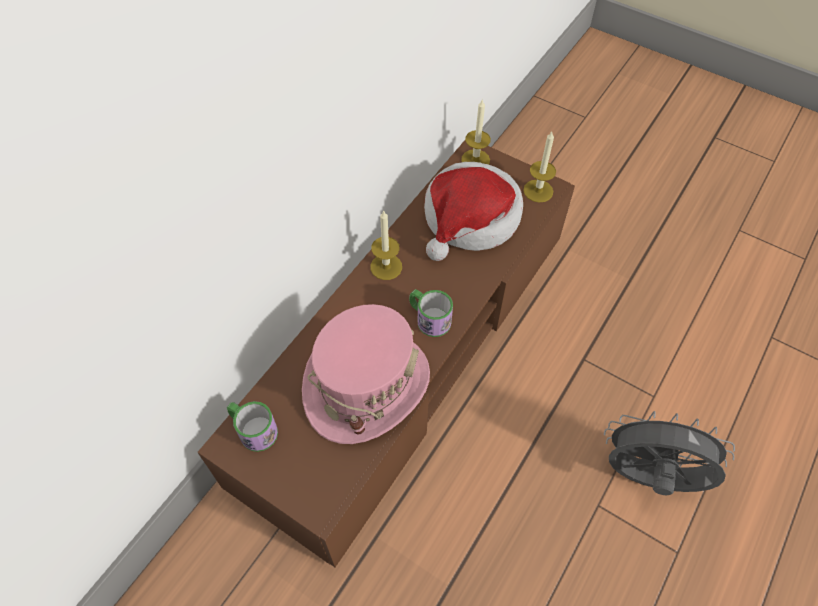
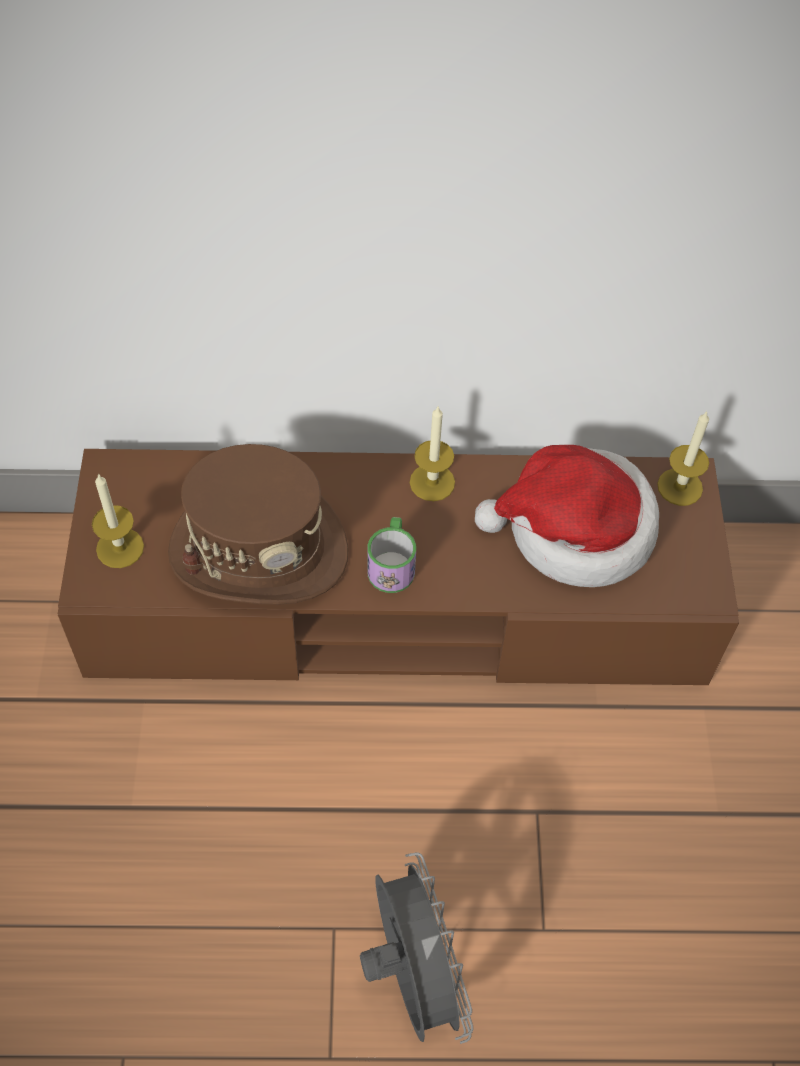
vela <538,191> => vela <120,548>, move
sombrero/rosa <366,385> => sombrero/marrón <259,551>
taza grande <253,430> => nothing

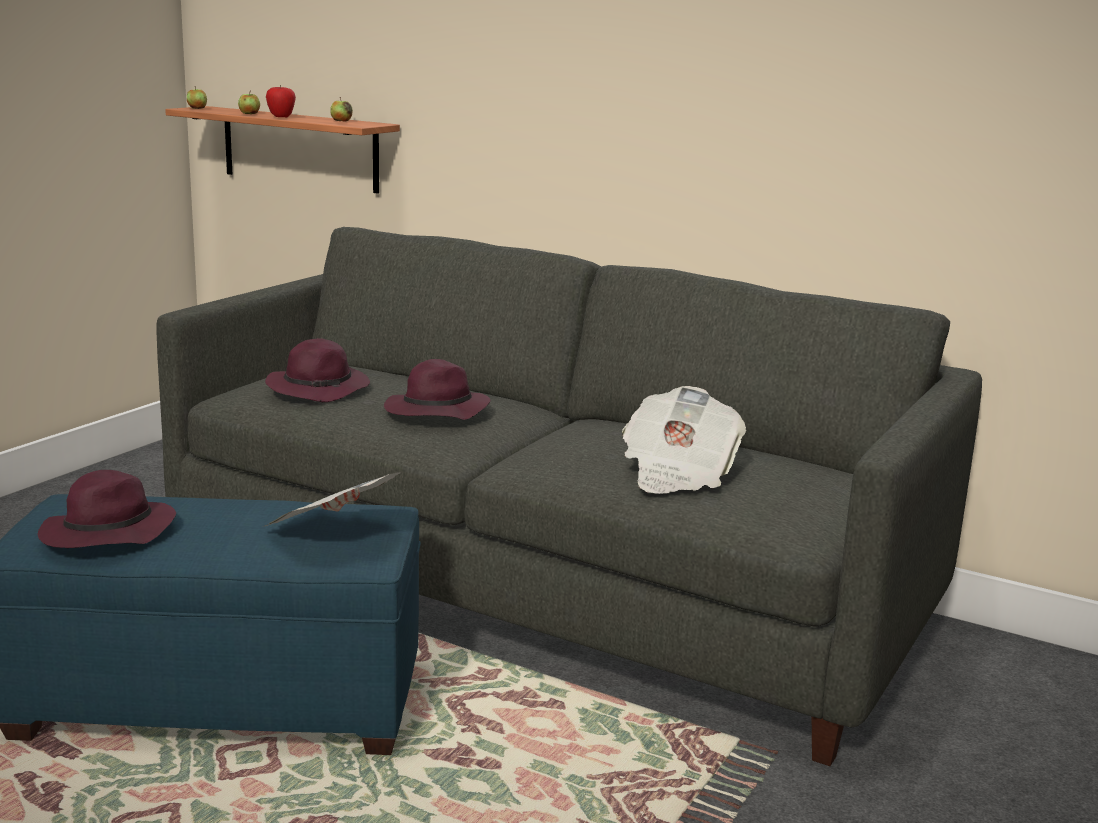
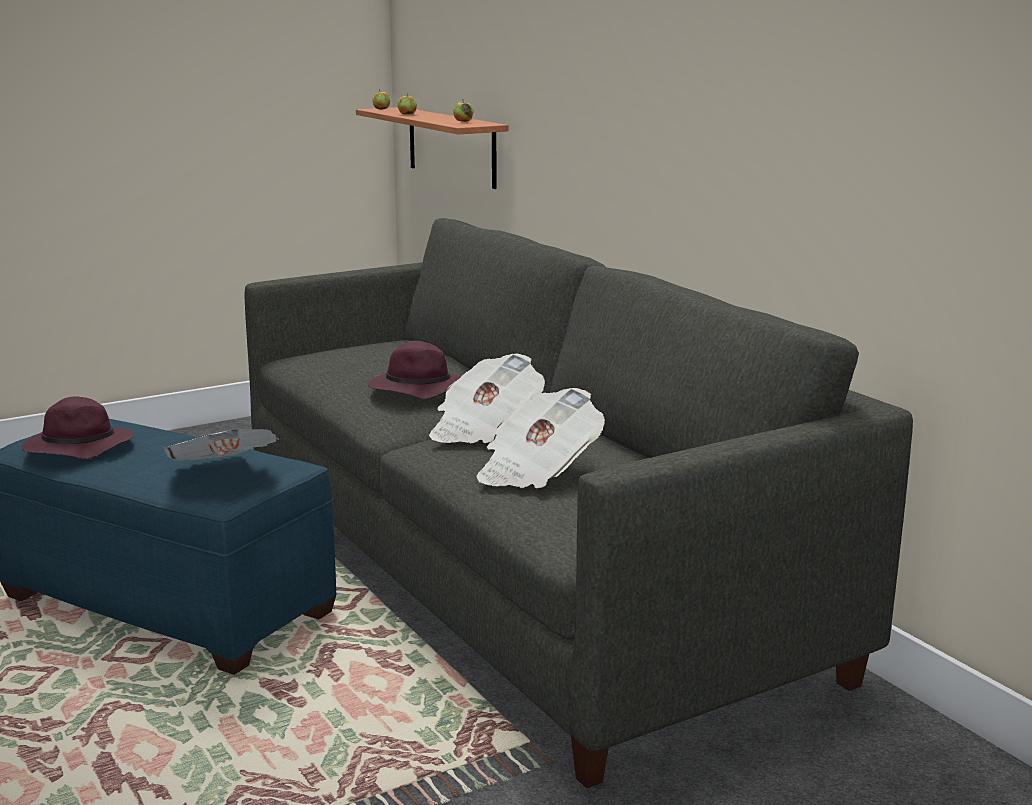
nothing => periódico <484,430>
sombrero/morado <320,388> => nothing
manzana <281,117> => nothing

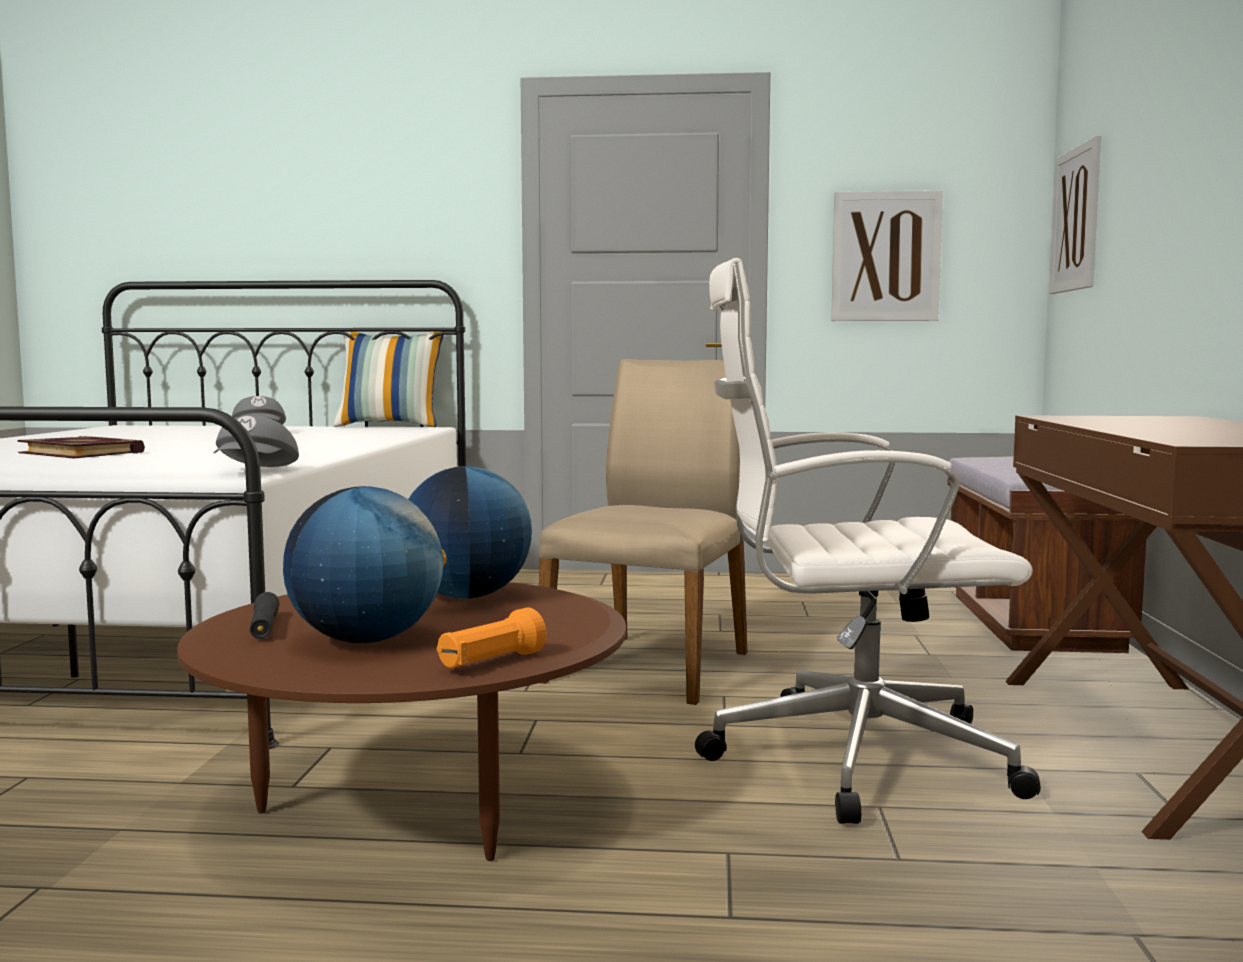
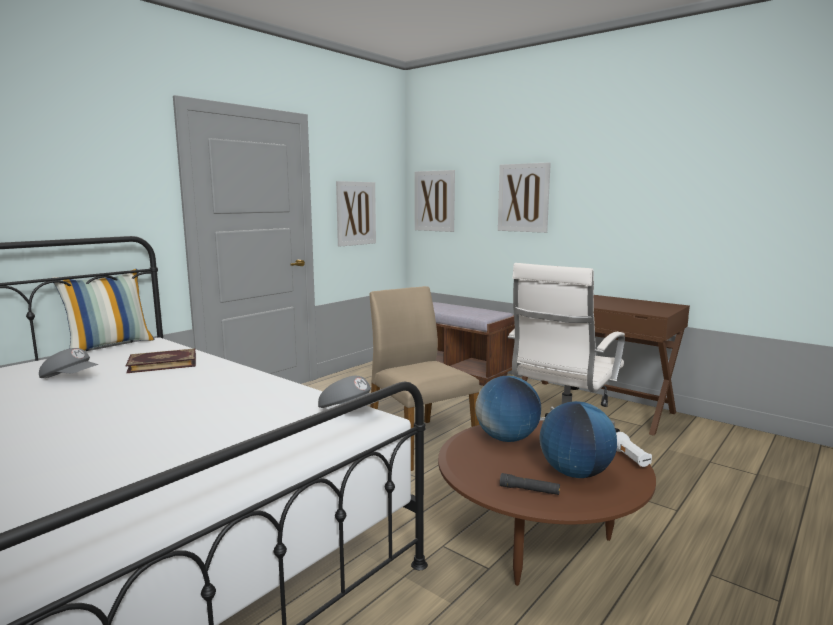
libro <83,452> => libro <163,363>, move
nothing => cuadro <523,198>
linterna/naranja <490,662> => linterna/blanco <630,459>

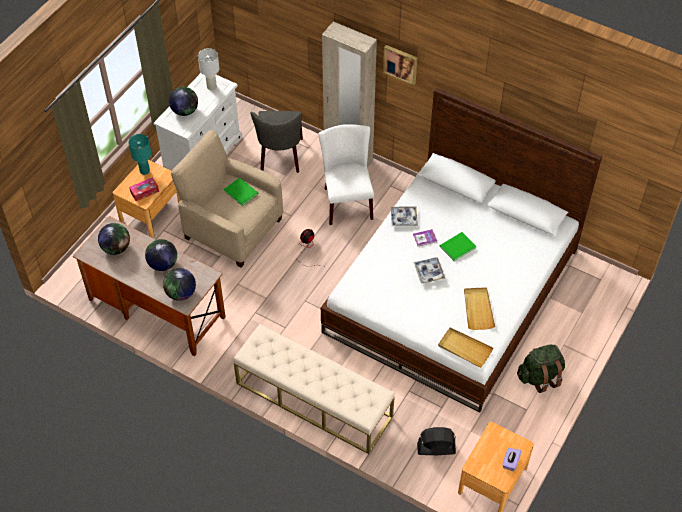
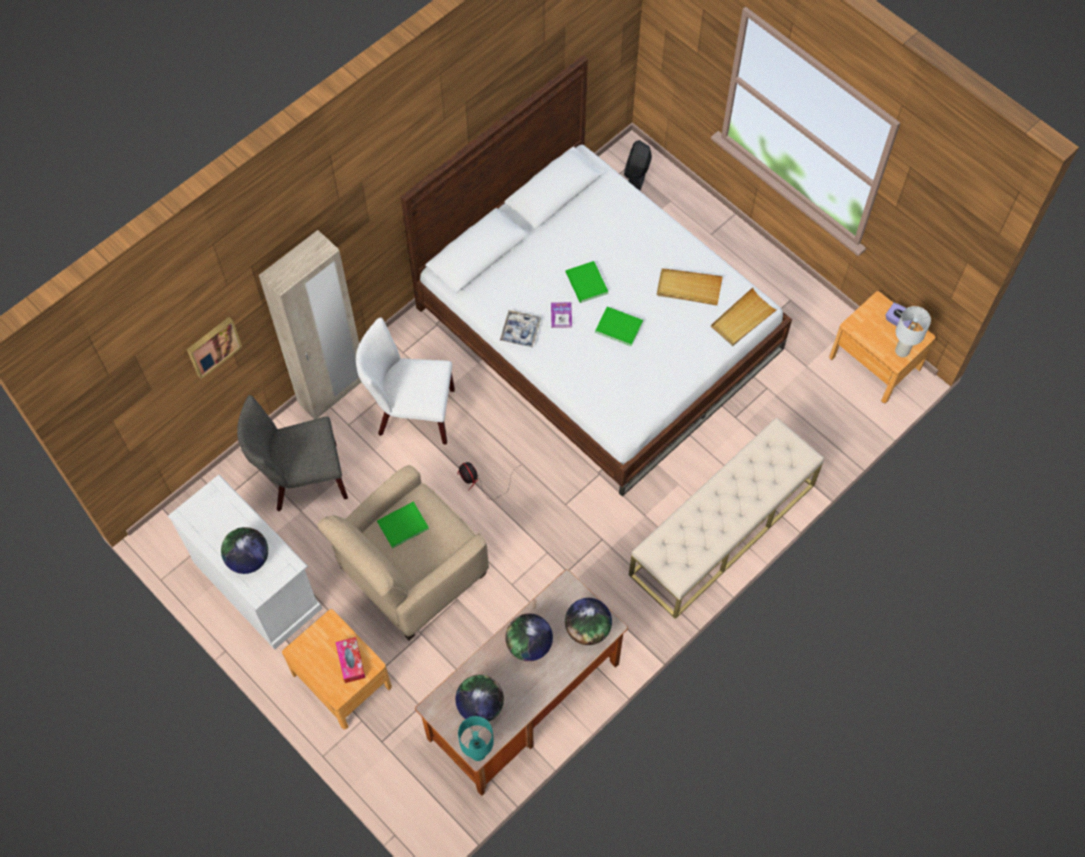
cuadro <401,64> => cuadro <213,346>, move
silla/gris <280,157> => silla/gris <301,479>, 150 degrees clockwise
lámpara de mesa/turquesa <144,170> => lámpara de mesa/turquesa <477,752>, move
bandeja <429,272> => libro/verde <618,325>
ventilador/negro <436,448> => ventilador/negro <636,175>, move
lámpara de mesa/blanco <211,86> => lámpara de mesa/blanco <901,351>, move
mochila/verde <539,376> => nothing

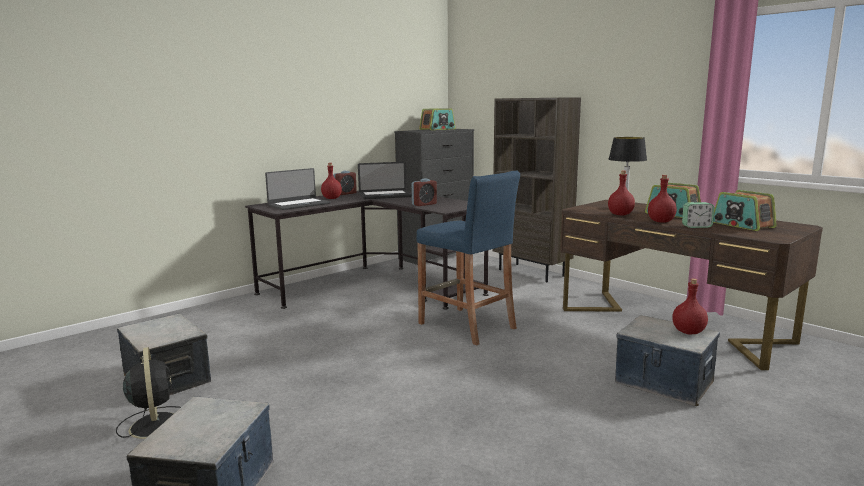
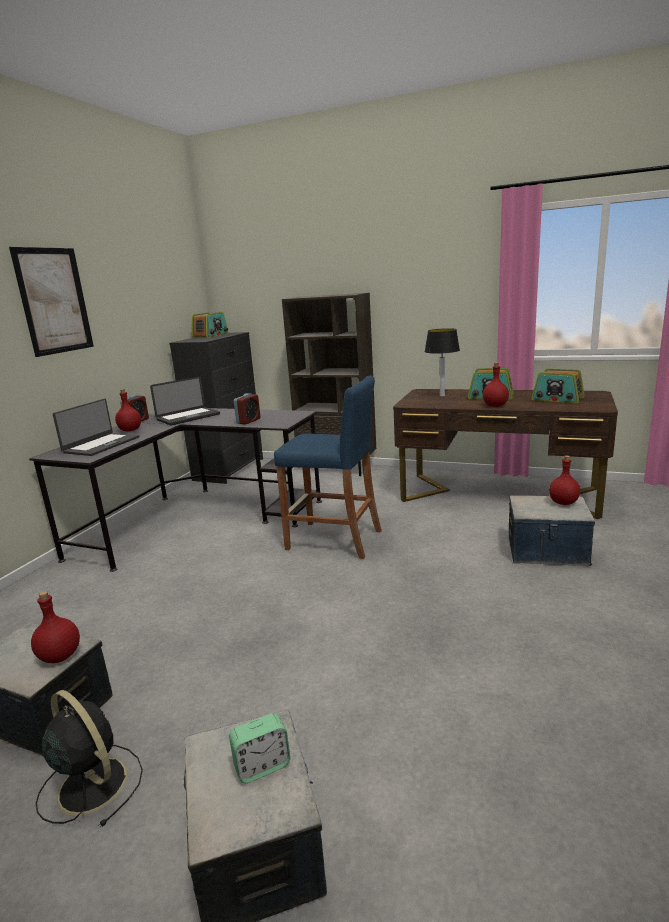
nothing => cuadro <54,301>
botella/rojo <620,214> => botella/rojo <60,656>, move
despertador <696,226> => despertador <262,766>, move

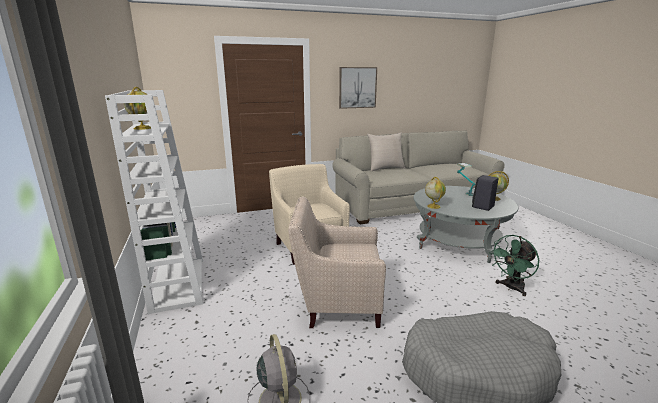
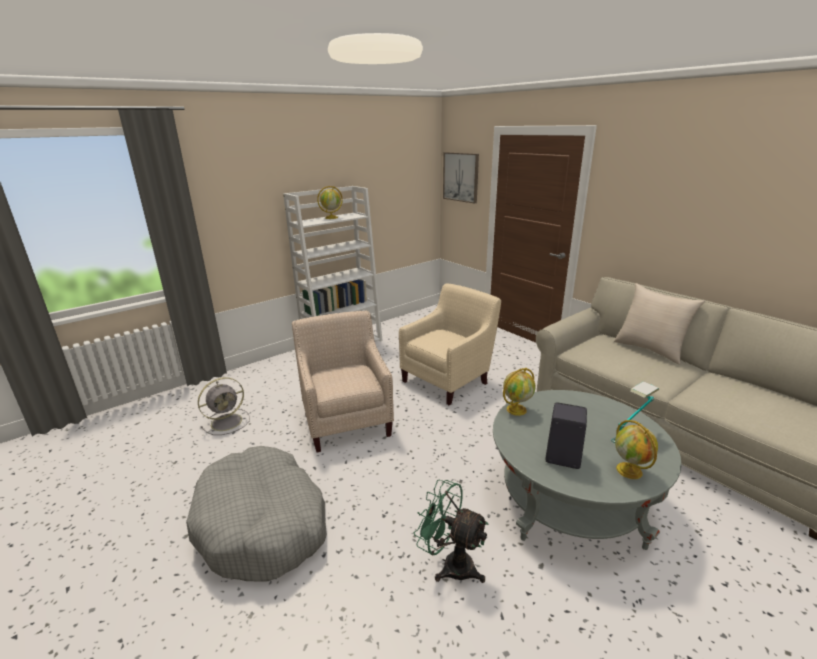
cuadro <357,87> => cuadro <461,177>, move

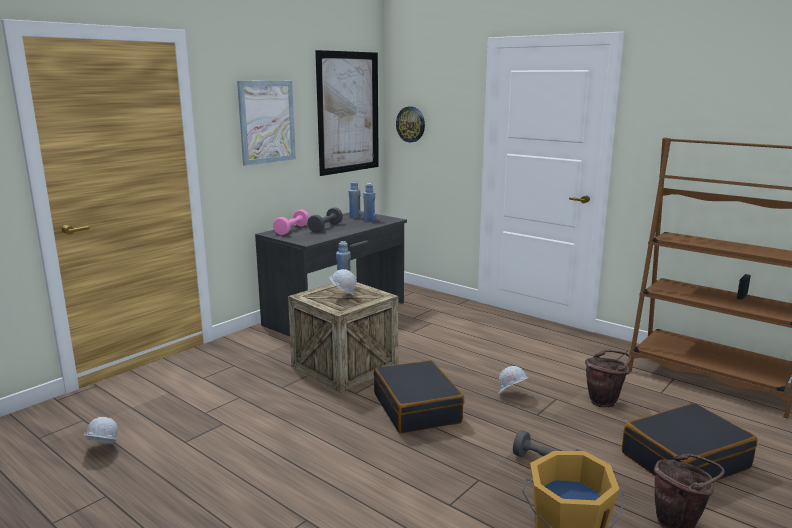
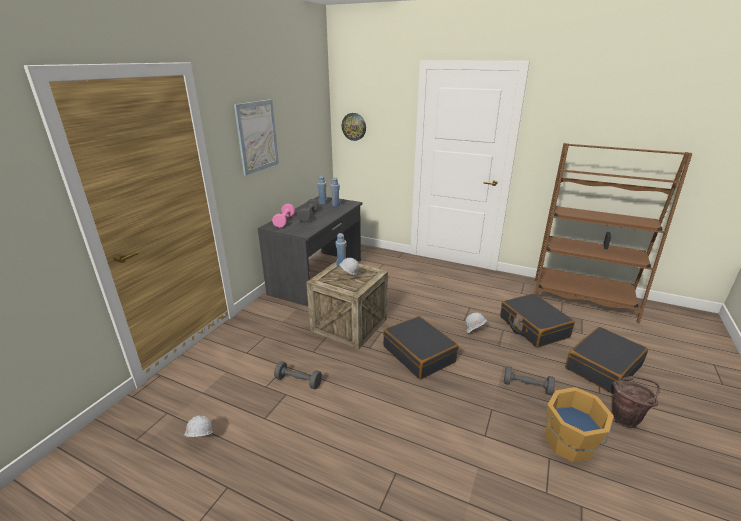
nothing => mancuerna/gris <298,381>
cubo/marrón <605,401> => maleta/negro <533,327>
cuadro <348,112> => nothing

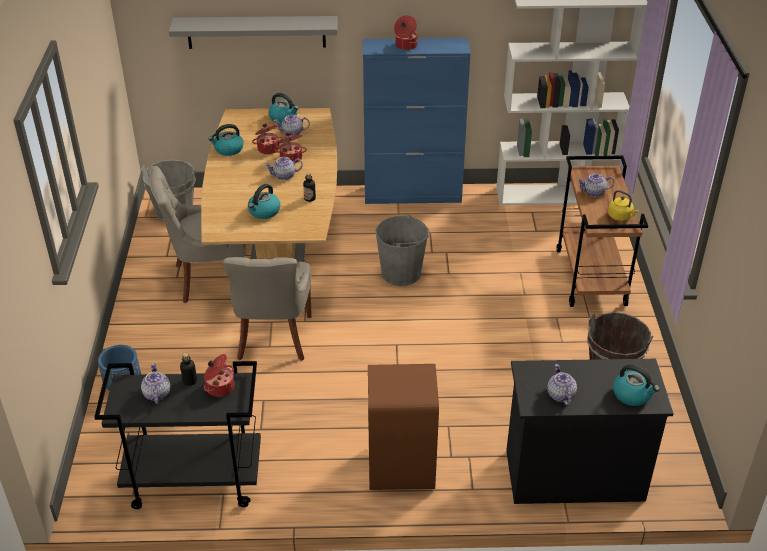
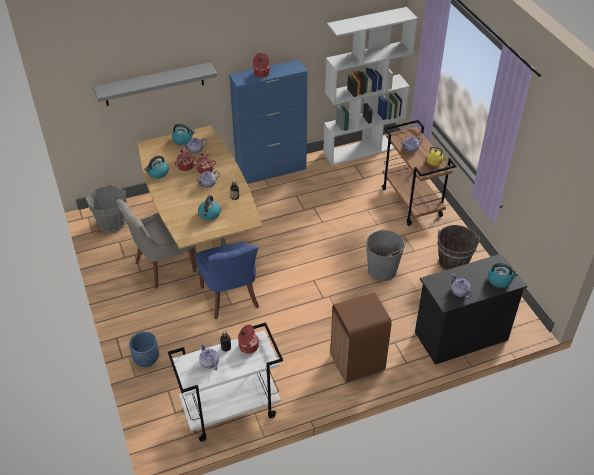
carrito/negro <193,481> => carrito/blanco <230,411>
silla/gris <273,338> => silla/azul <231,298>
cubo/gris <401,273> => cubo/gris <382,270>, move

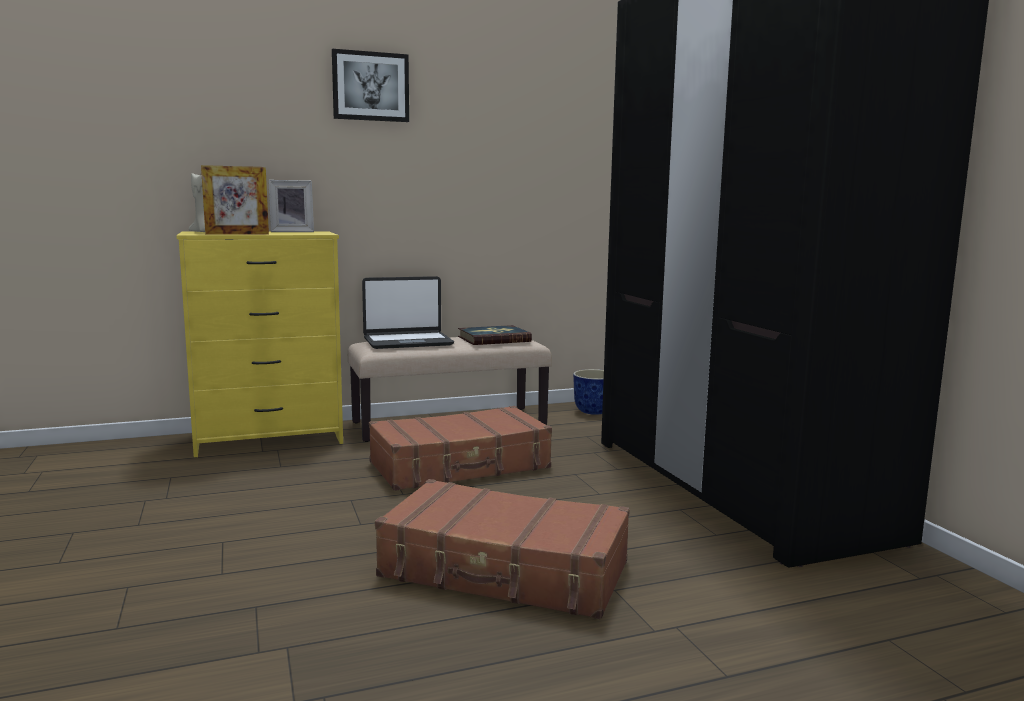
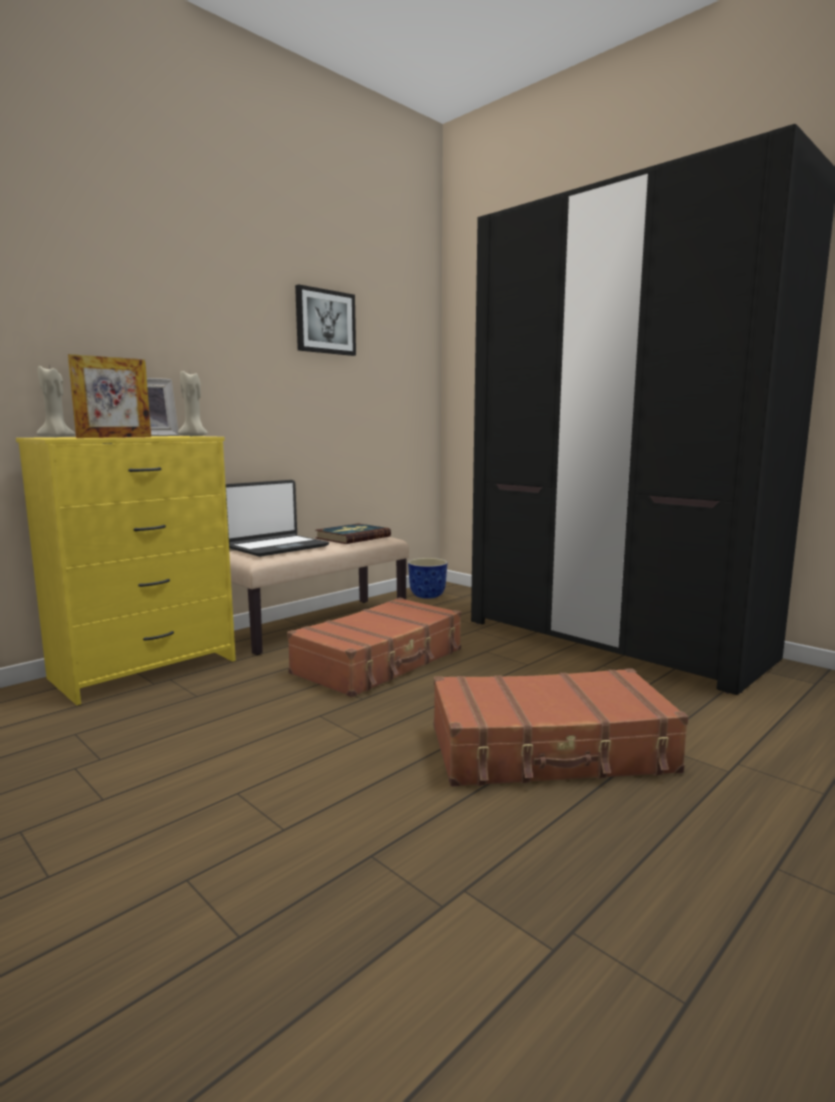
nothing => vela/beis <194,436>
cuadro <370,86> => cuadro <325,322>, move

